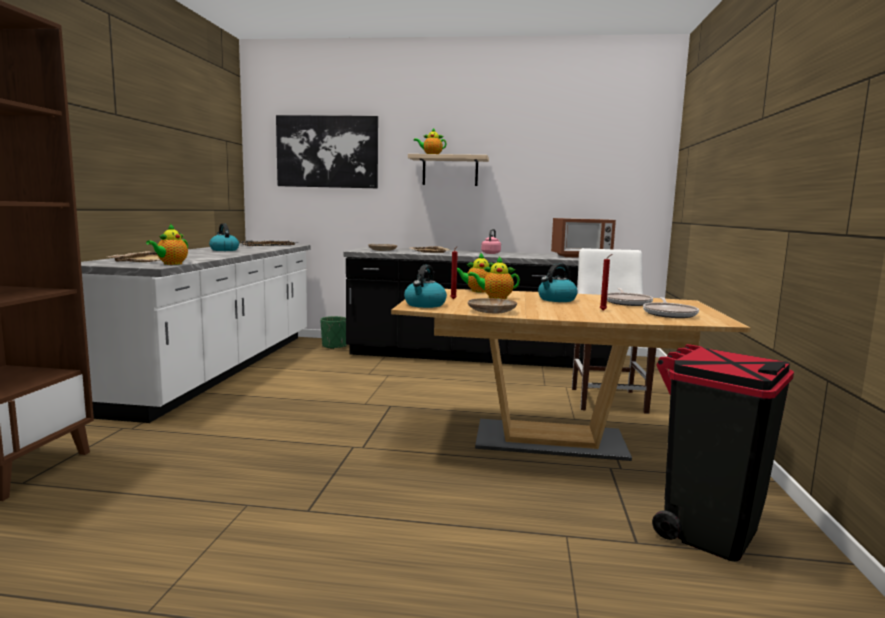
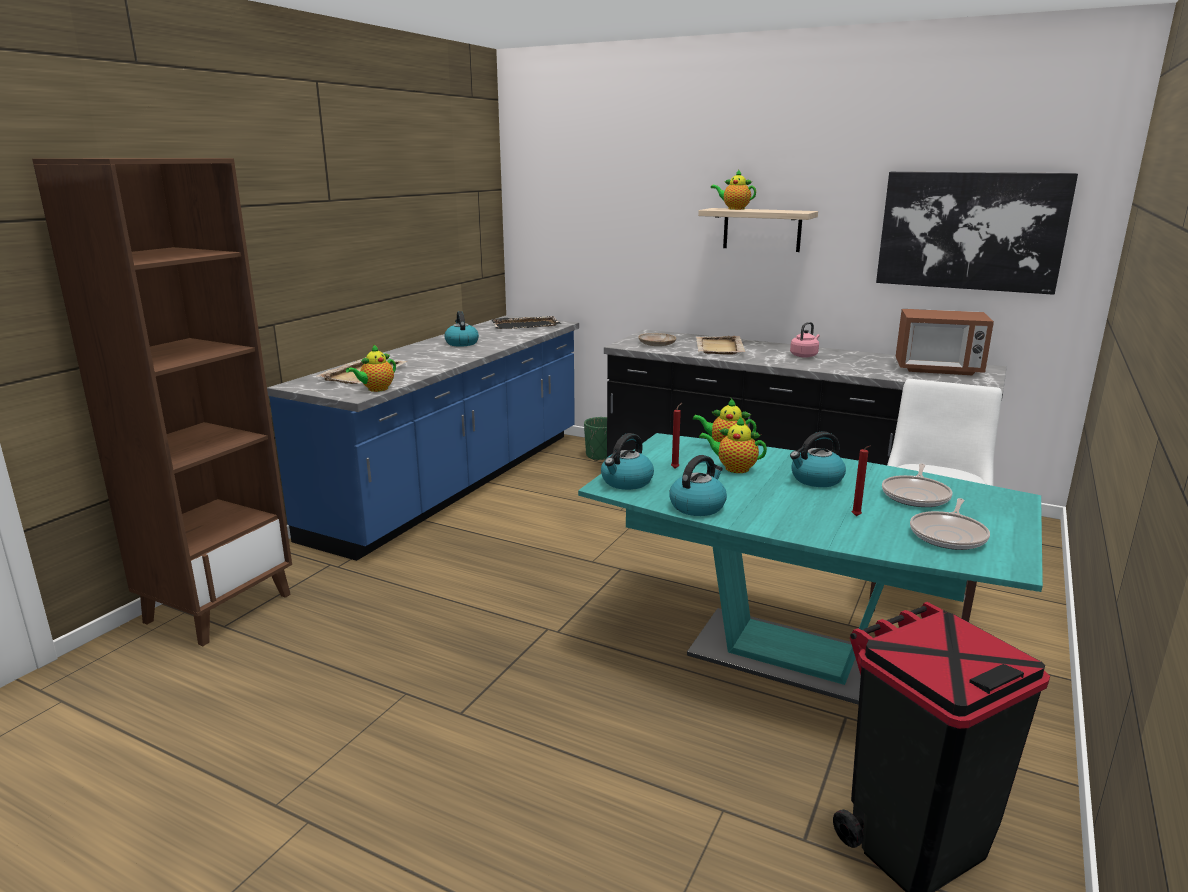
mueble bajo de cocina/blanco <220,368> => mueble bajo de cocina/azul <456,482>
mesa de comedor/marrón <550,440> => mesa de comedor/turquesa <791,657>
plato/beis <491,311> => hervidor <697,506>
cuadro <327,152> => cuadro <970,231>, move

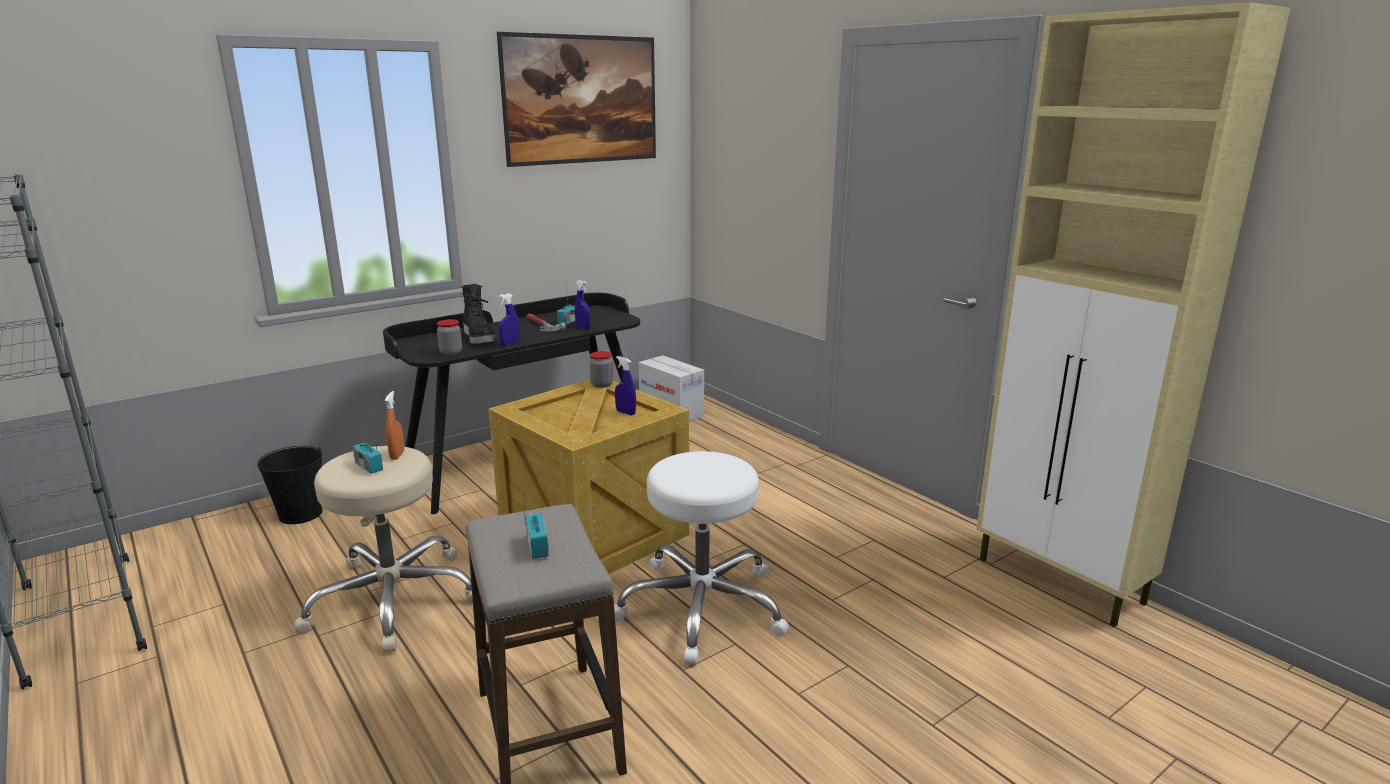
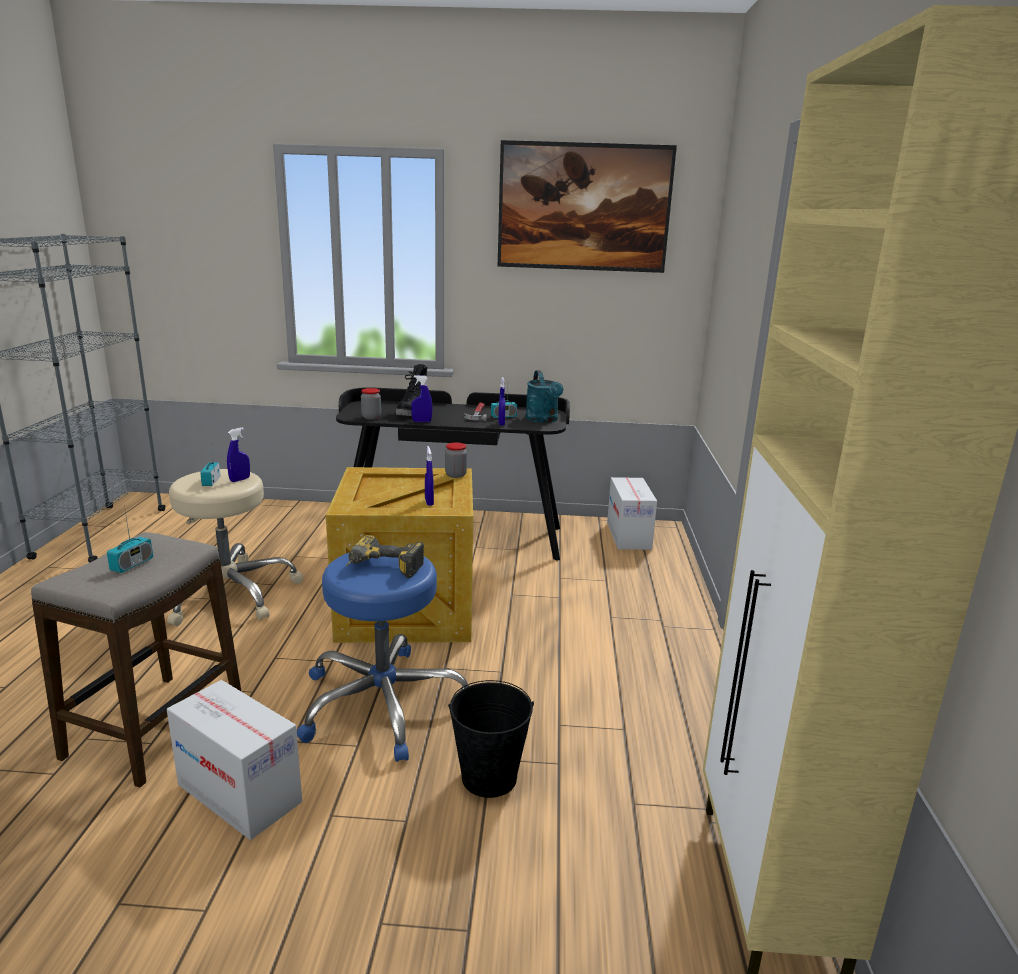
nothing => caja de cartón <239,793>
pulverizador/naranja <397,455> => pulverizador/azul <240,480>
taburete/blanco <701,607> => taburete/azul <382,703>
nothing => taladro <382,569>
cubo/negro <301,514> => cubo/negro <489,777>, move
nothing => regadera/turquesa <543,420>

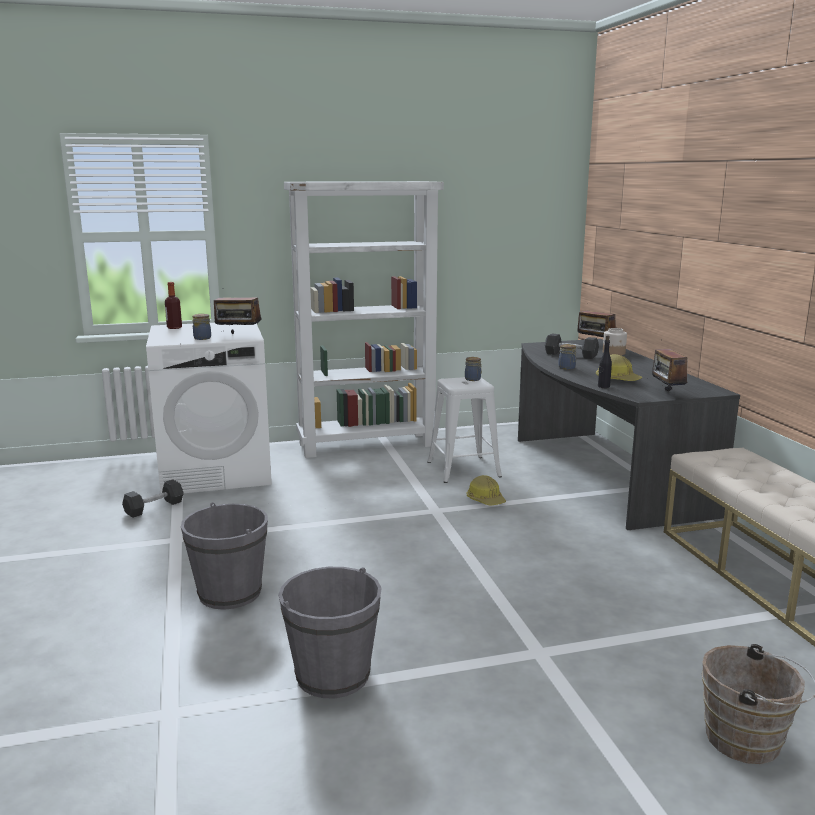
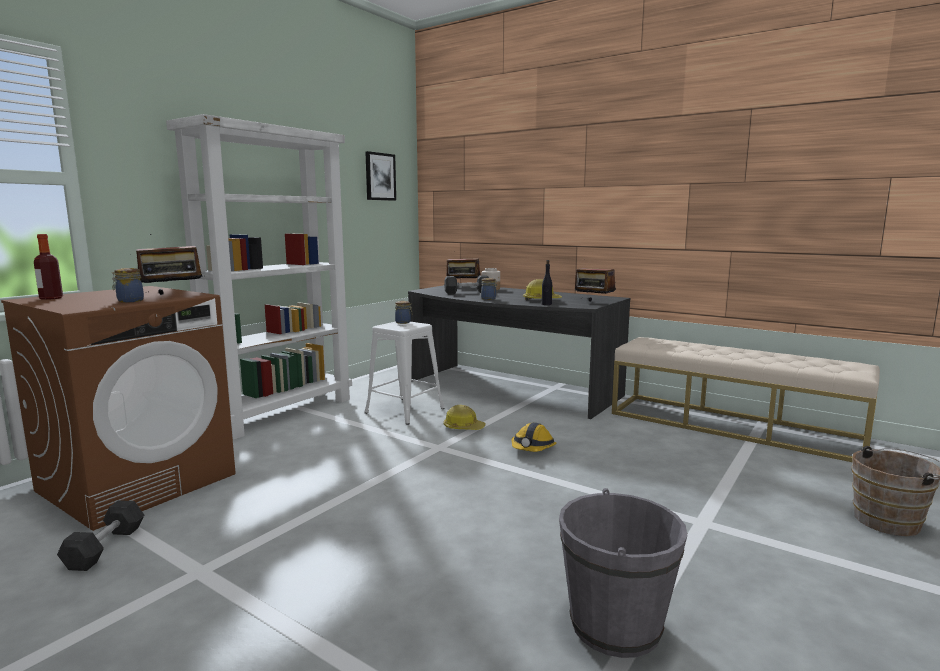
lavadora/blanco <216,472> => lavadora/marrón <138,482>
nothing => cuadro <380,176>
nothing => casco <533,448>
cubo/gris <230,593> => nothing

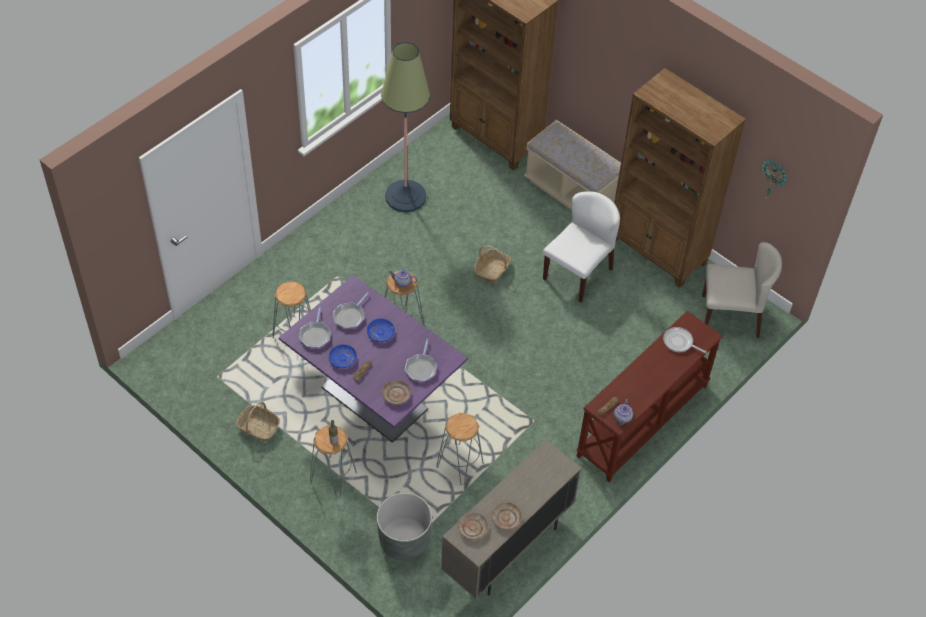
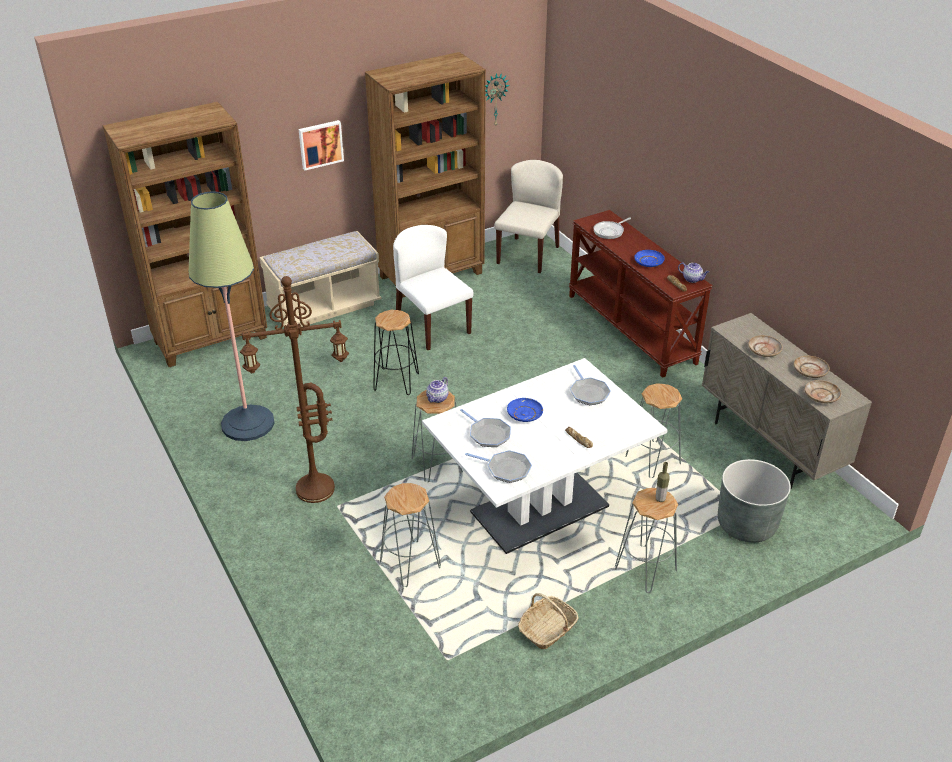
nothing => lámpara de pie/marrón <314,491>
nothing => cuadro <320,144>
cesta <492,270> => taburete/negro <396,381>
mesa de comedor/morado <374,398> => mesa de comedor/blanco <539,510>
sartén <421,368> => sartén <588,393>, 45 degrees clockwise
plato/azul <342,359> => plato/azul <649,262>, move
plato/beis <396,395> => plato/beis <764,350>, move

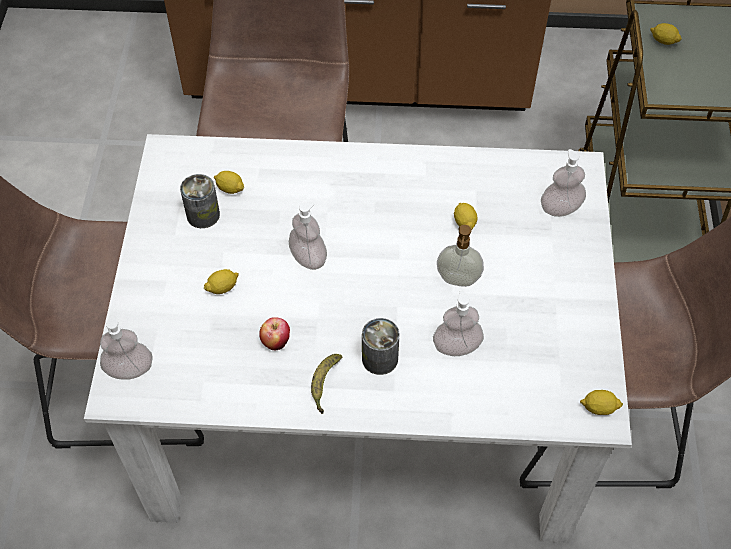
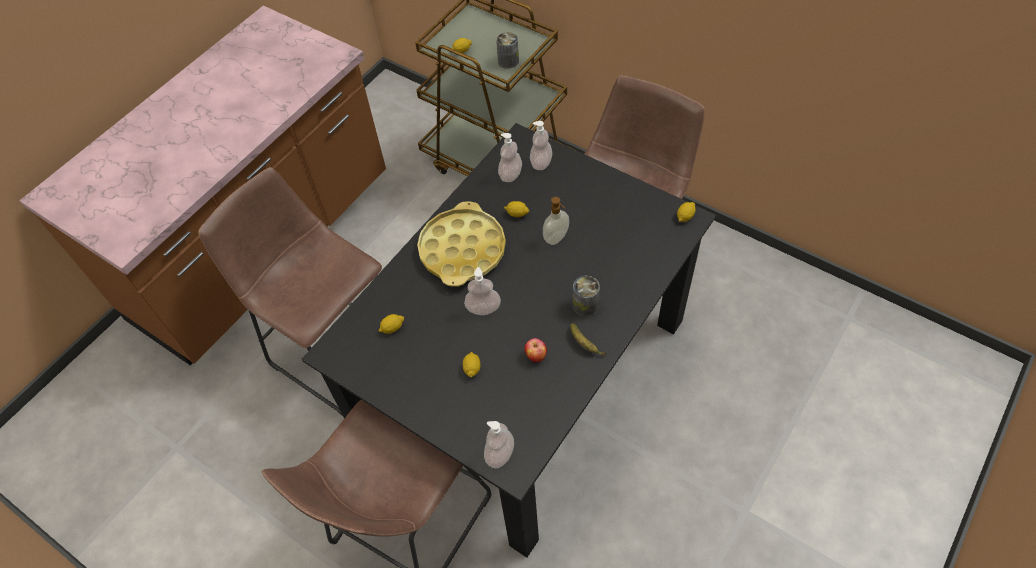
mesa de comedor/blanco <362,406> => mesa de comedor/negro <526,382>
nothing => bandeja/amarillo <462,250>
lata <203,215> => lata <508,61>, move
dispensador de jabón <456,346> => dispensador de jabón <510,175>, move

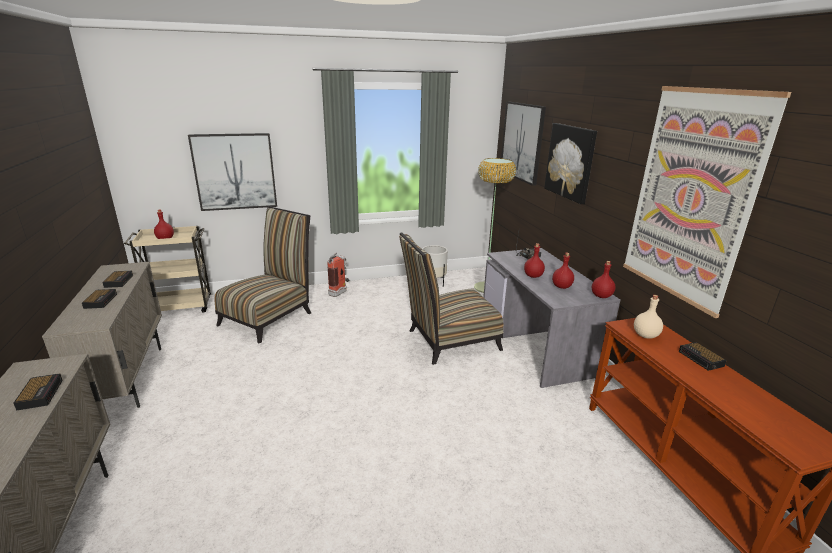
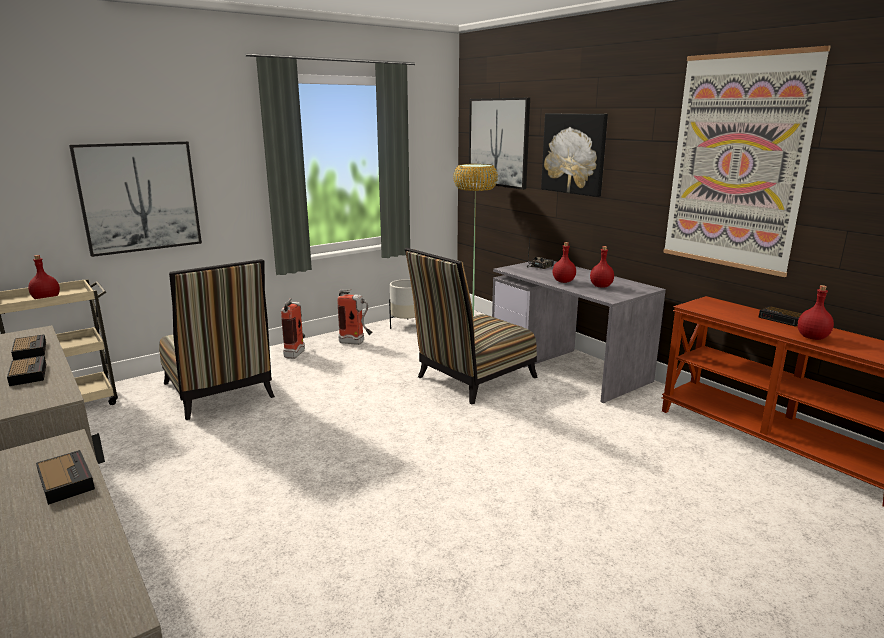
silla <270,316> => silla <220,393>, 135 degrees clockwise
nothing => extintor <356,343>
botella/rojo <601,296> => botella/rojo <811,337>, move
botella/beis <645,335> => nothing

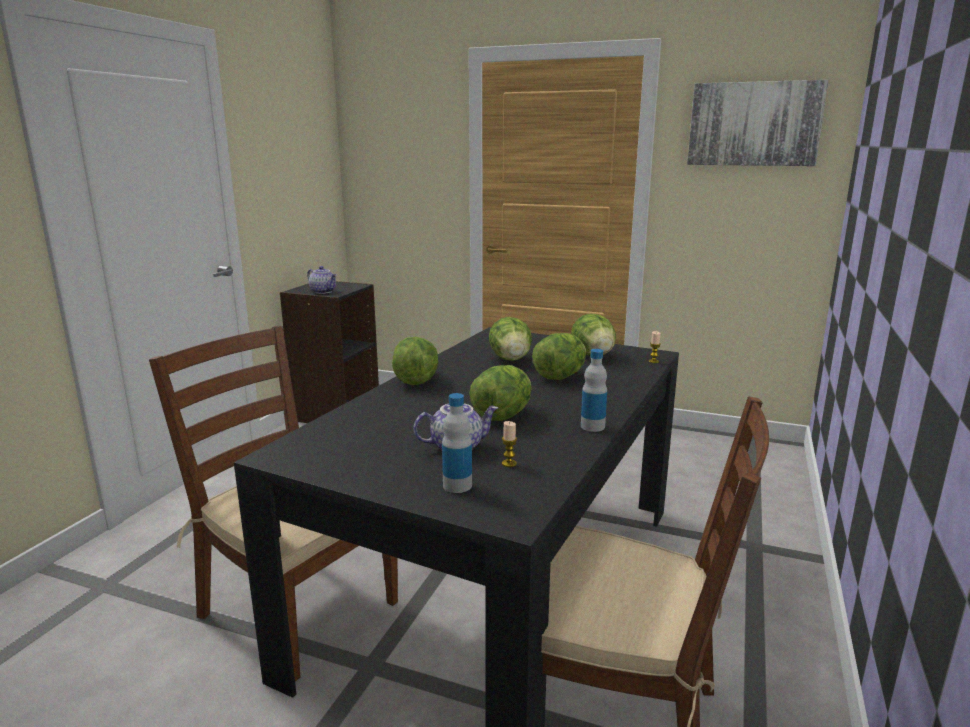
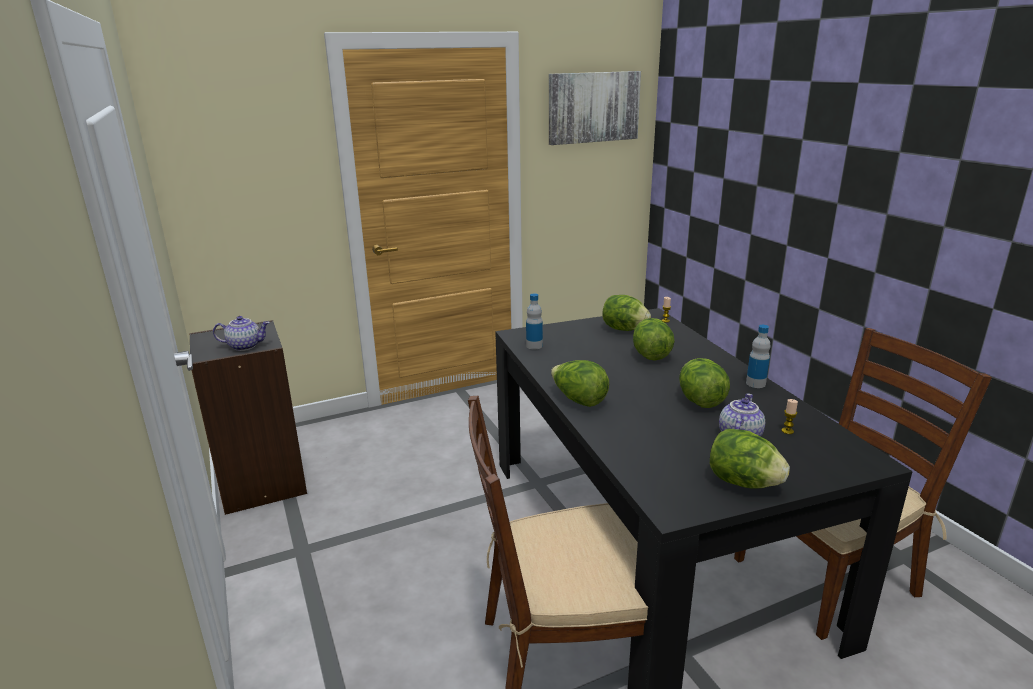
botella <457,485> => botella <534,346>, move
lechuga <510,359> => lechuga <743,482>, move

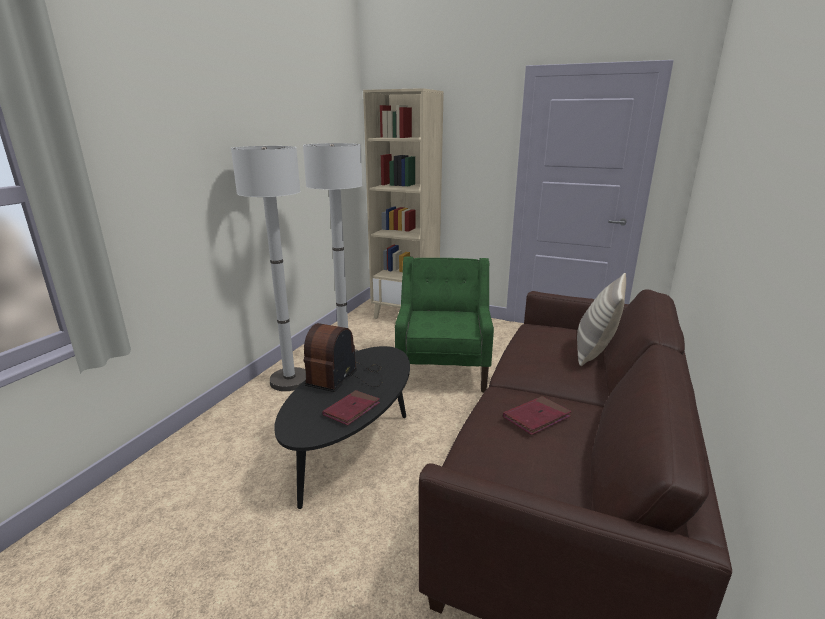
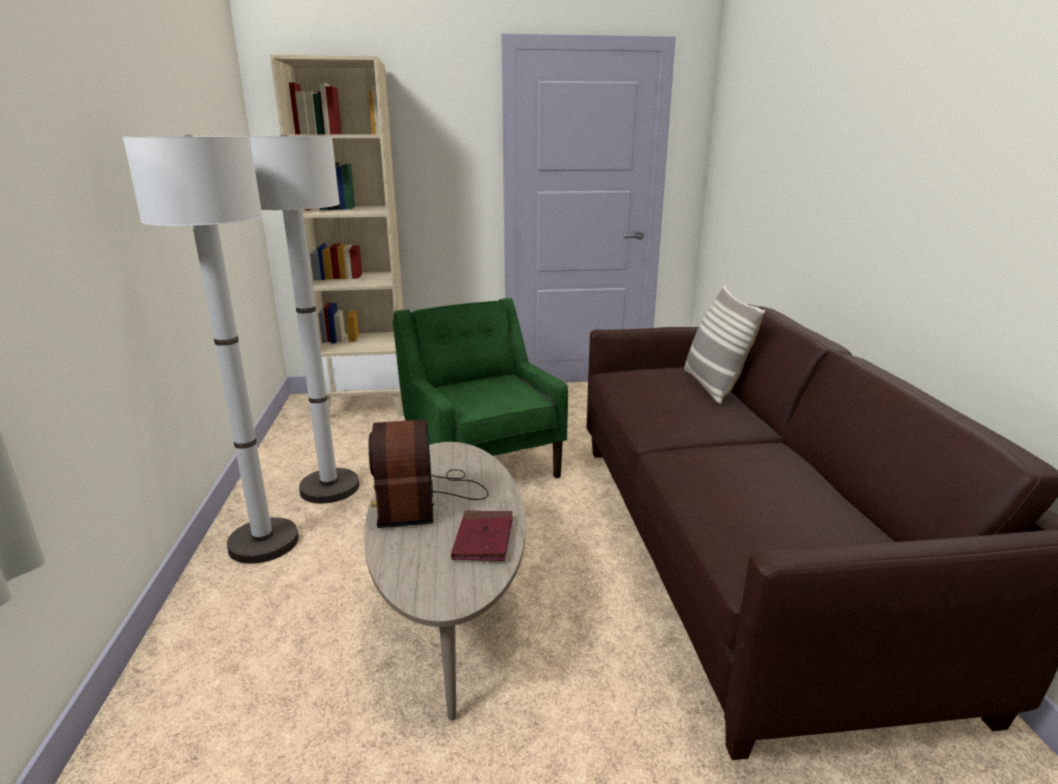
mesa de centro/negro <353,446> => mesa de centro/beis <451,601>
libro/rojo <536,417> => nothing

